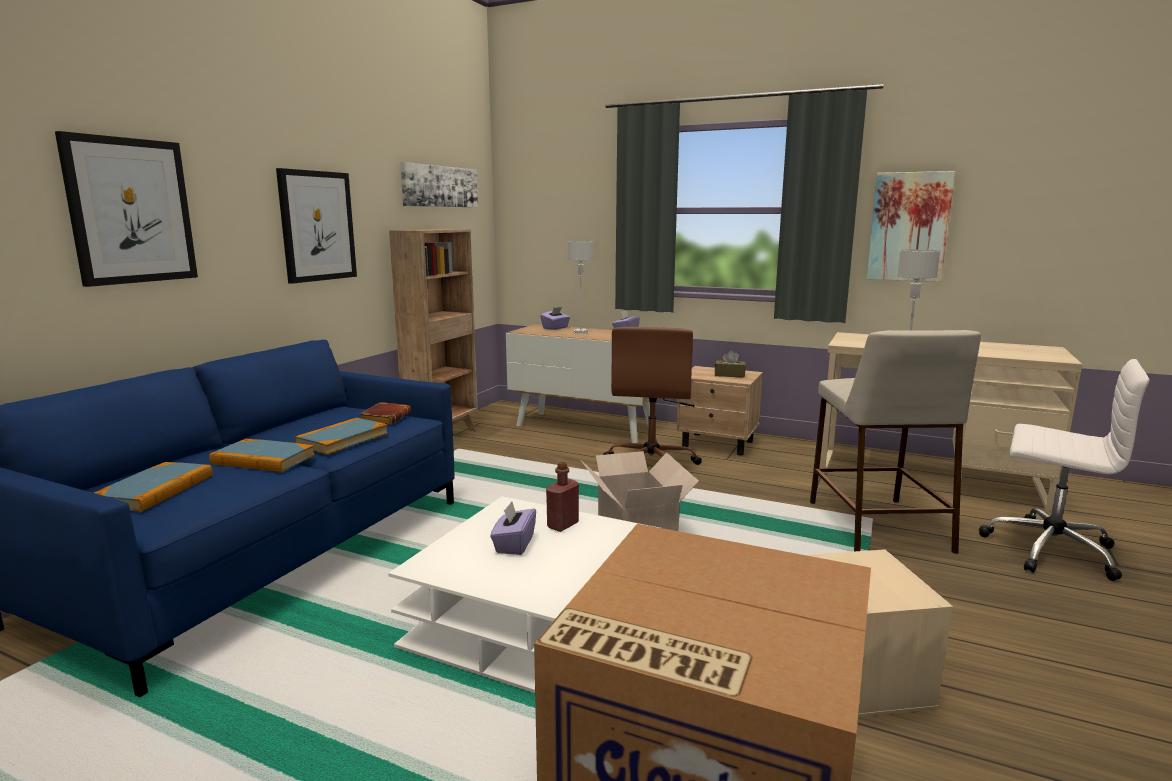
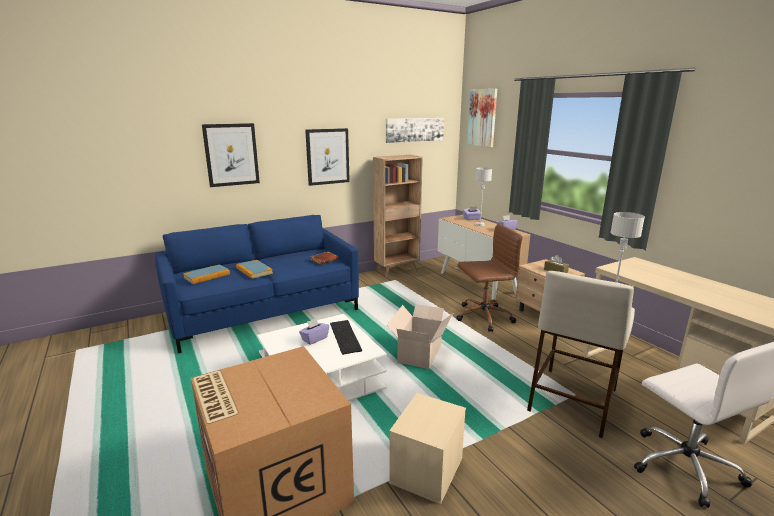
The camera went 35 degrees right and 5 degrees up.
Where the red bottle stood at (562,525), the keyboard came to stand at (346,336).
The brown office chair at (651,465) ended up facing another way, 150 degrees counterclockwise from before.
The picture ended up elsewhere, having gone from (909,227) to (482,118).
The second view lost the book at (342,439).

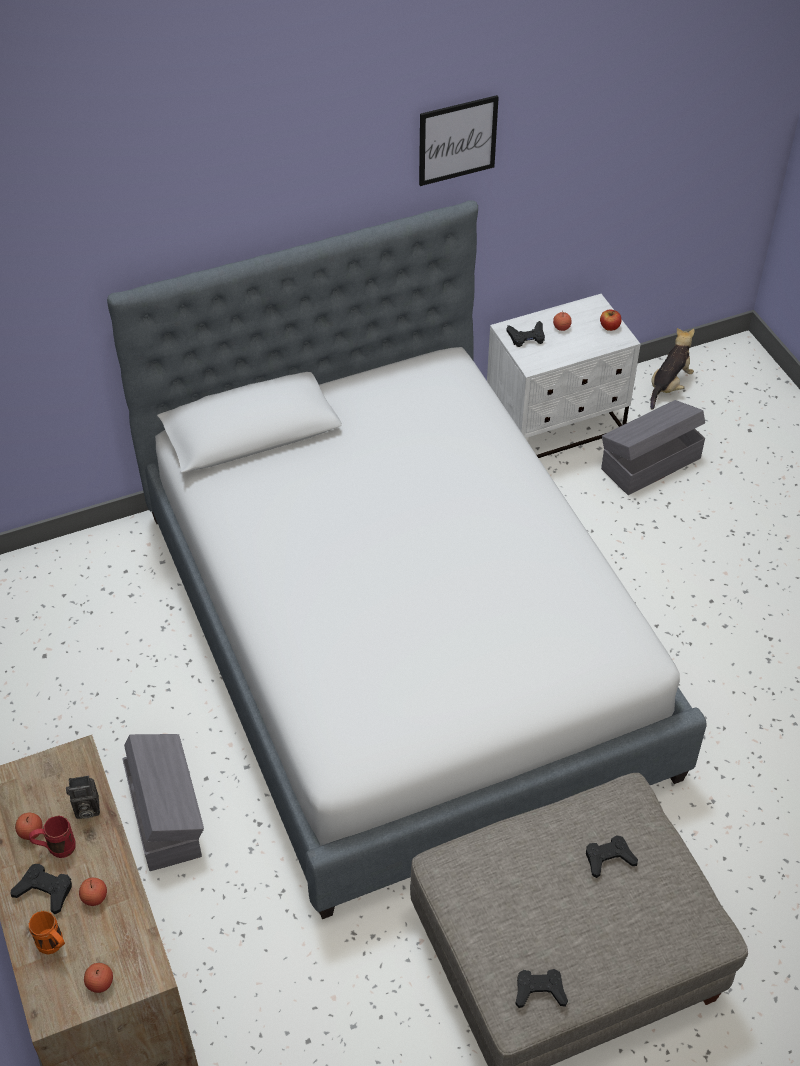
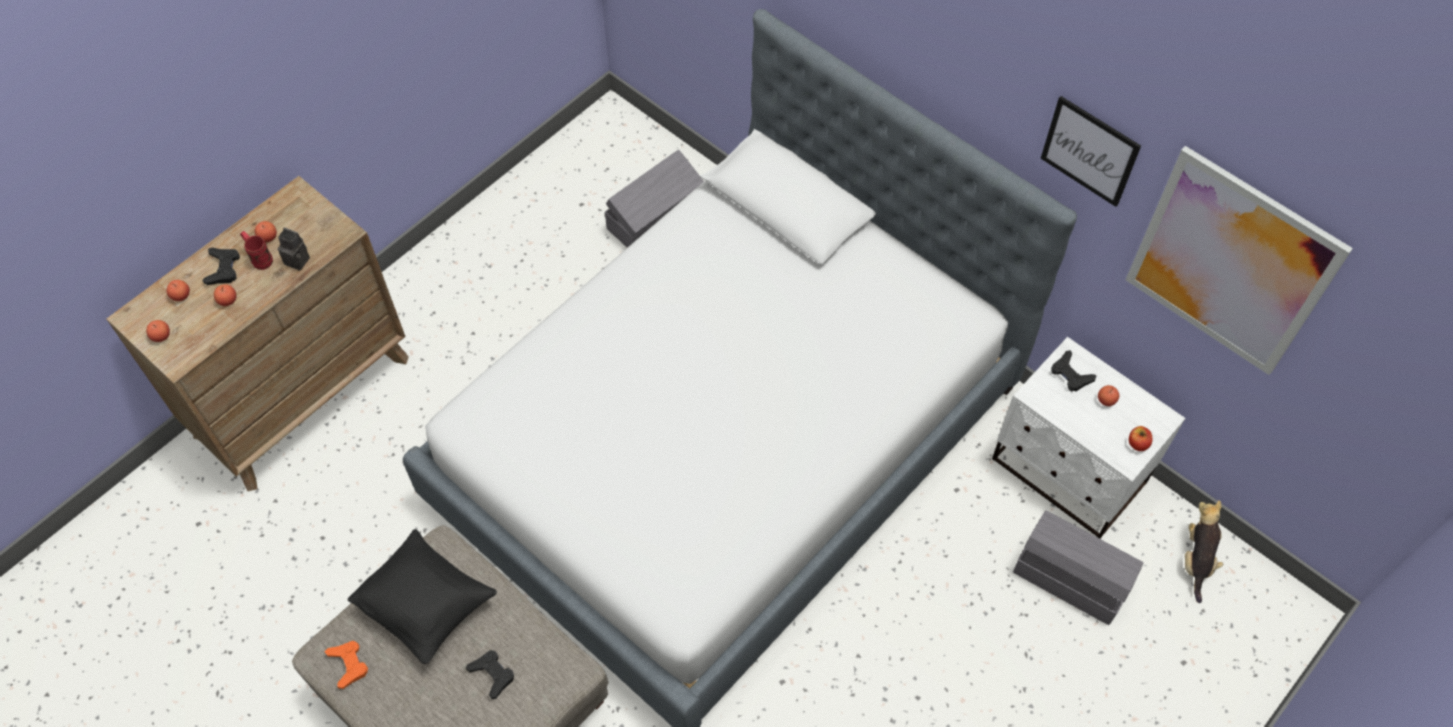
The camera went 65 degrees right and 10 degrees up.
Where the orange mug stood at (54,946), the apple came to stand at (181,295).
The photo camera at (85,809) ended up facing another way, 150 degrees clockwise from before.
What was the black game controller at (539,991) turned into the orange game controller at (348,664).
The second view gained the black pillow at (426,607).
The grey storage box ended up elsewhere, having gone from (165,814) to (656,217).
The second view gained the picture at (1230,263).
The plush toy at (669,386) ended up facing another way, 90 degrees counterclockwise from before.

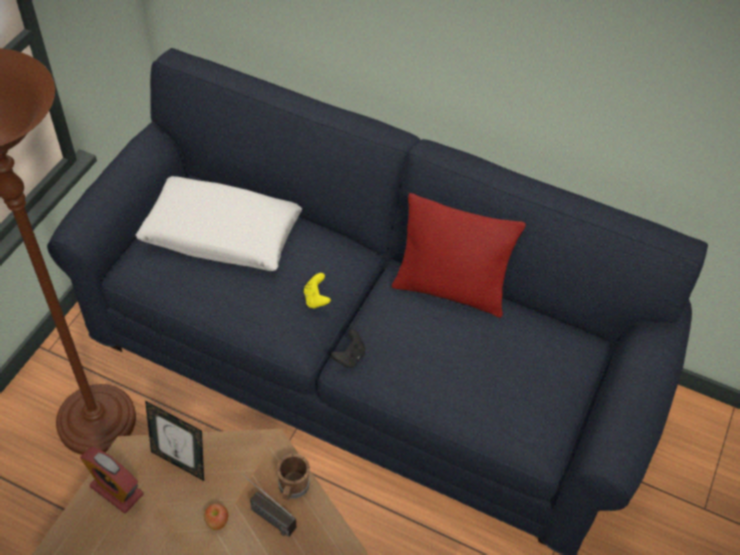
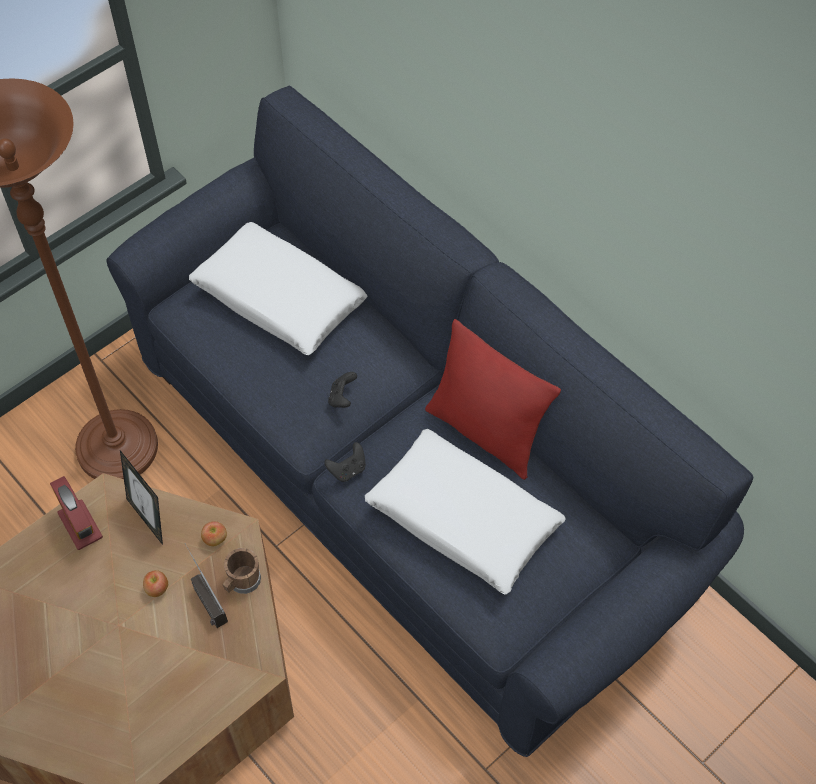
The camera went 25 degrees right and 5 degrees up.
The second view gained the apple at (215,540).
What was the yellow game controller at (316,299) turned into the black game controller at (342,398).
The second view gained the white pillow at (463,519).

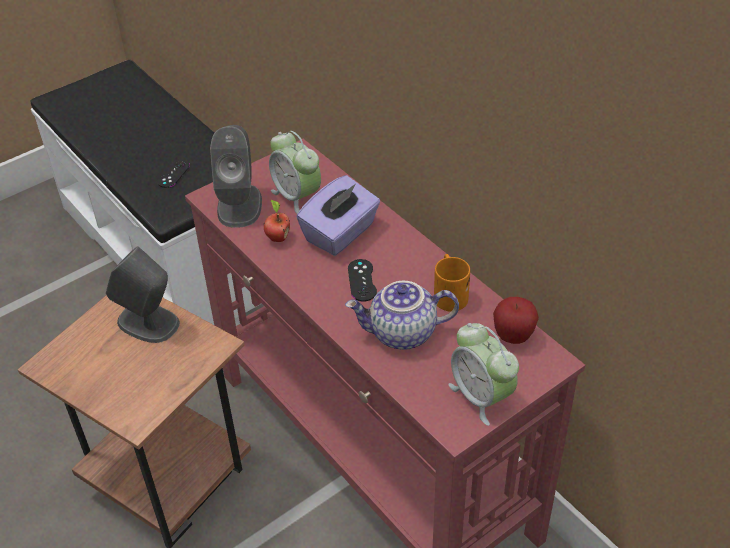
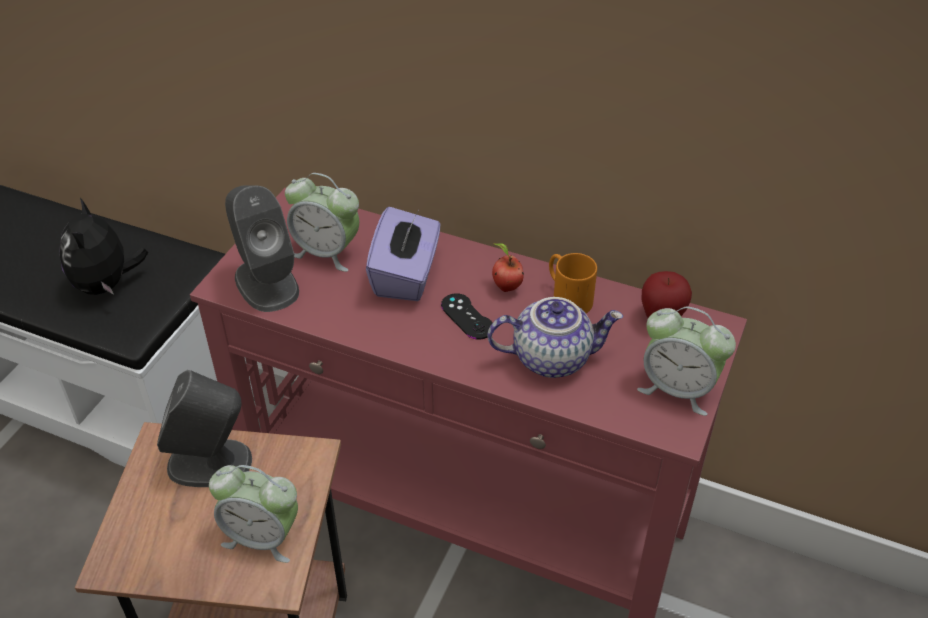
The camera went 30 degrees left and 0 degrees up.
Where the black game controller stood at (173,173), the plush toy came to stand at (107,284).
The second view gained the alarm clock at (262,537).
The teapot at (402,334) ended up facing another way, 150 degrees counterclockwise from before.
The apple ended up elsewhere, having gone from (277,238) to (506,286).

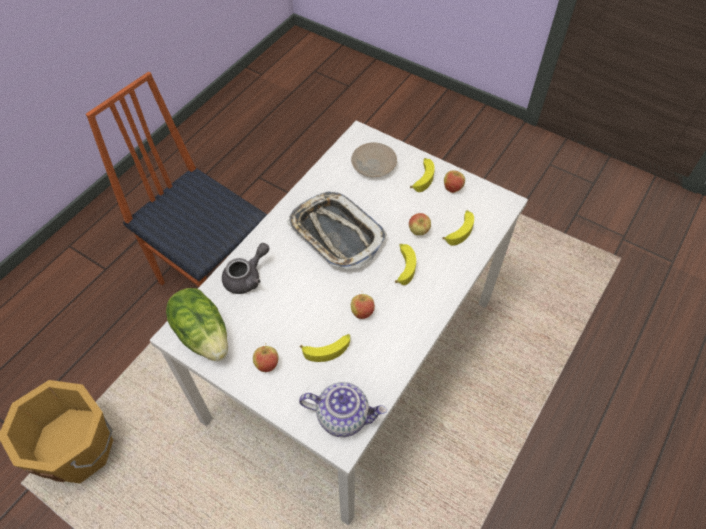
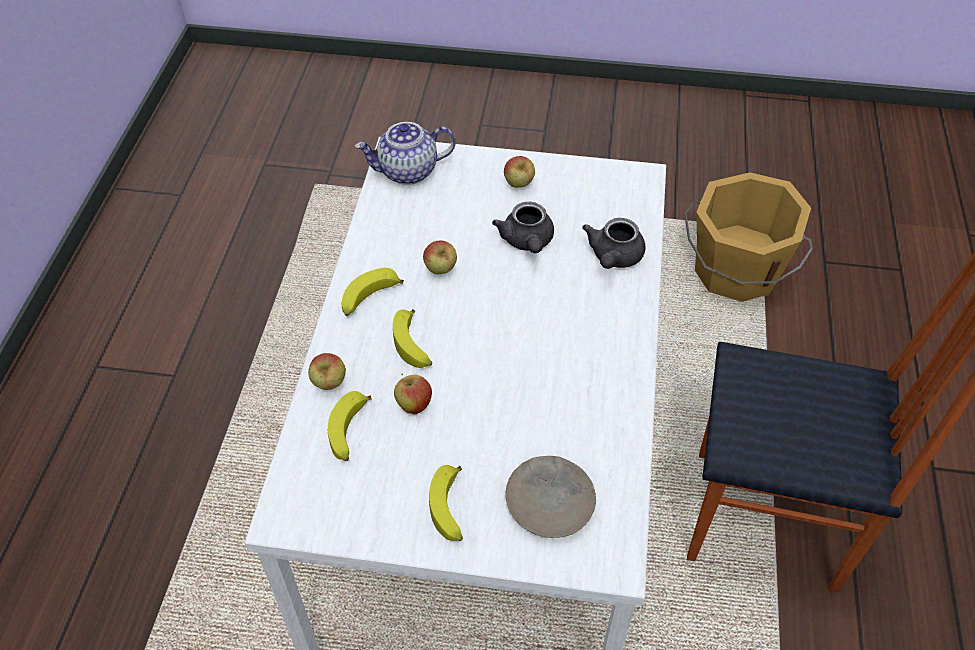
The camera went 155 degrees right and 5 degrees down.
The apple ended up elsewhere, having gone from (452,188) to (329,384).
The banana ended up elsewhere, having gone from (327,349) to (369,299).
The second view gained the grey teapot at (527,242).
The second view lost the lettuce at (204,334).
The second view lost the tray at (336,234).

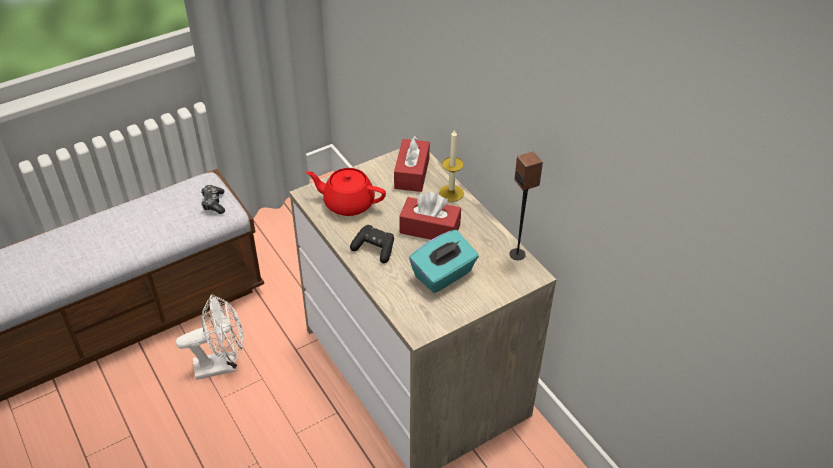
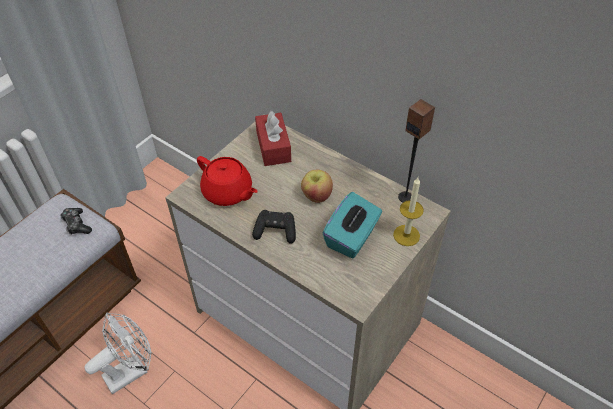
The camera went 20 degrees left and 5 degrees up.
The red teapot at (348,203) ended up facing another way, 135 degrees counterclockwise from before.
Where the red tissue box stood at (430,229), the apple came to stand at (316,196).
The candle ended up elsewhere, having gone from (451,193) to (406,235).

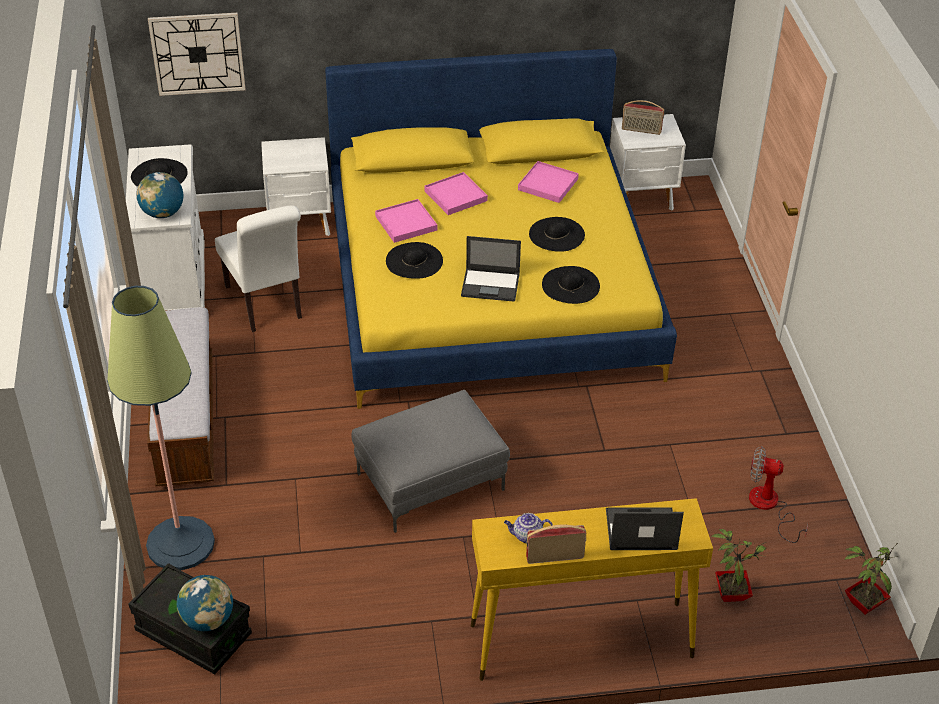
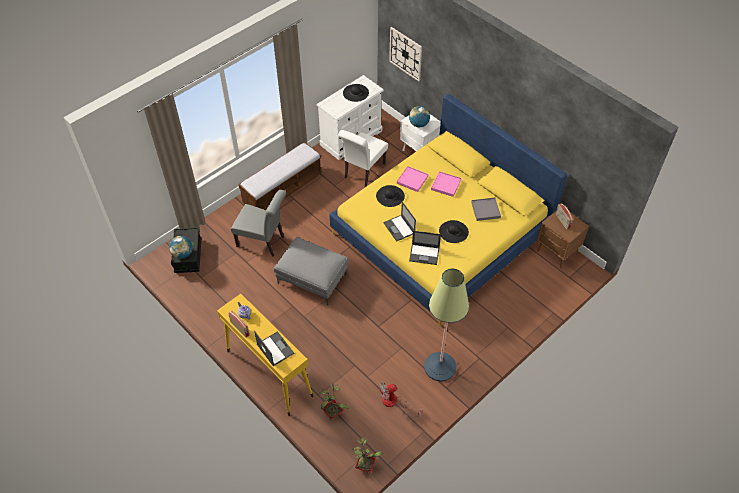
The camera went 55 degrees right and 10 degrees up.
The second view gained the grey chair at (263,242).
The fan at (769,506) ended up facing another way, 90 degrees counterclockwise from before.
The globe ended up elsewhere, having gone from (163,213) to (418,124).
Where the black hat stood at (570,285), the laptop came to stand at (424,254).
The floor lamp ended up elsewhere, having gone from (180,544) to (440,367).
What was the pink tray at (548,184) turned into the grey tray at (485,210).
What was the white nightstand at (642,198) turned into the brown nightstand at (557,253).

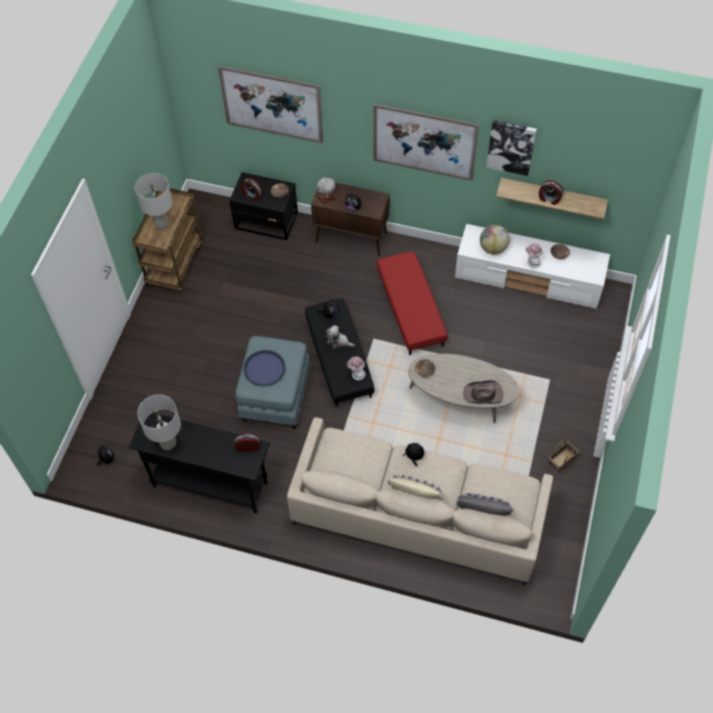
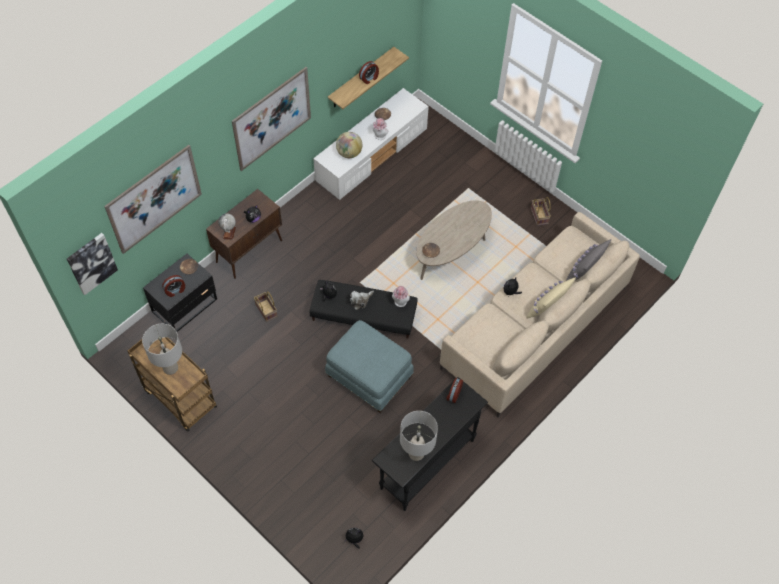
The camera went 65 degrees left and 0 degrees up.
The picture ended up elsewhere, having gone from (511,147) to (91,263).
The second view gained the basket at (265,310).
The second view lost the blue tray at (264,368).
The second view lost the red ottoman at (411,309).
The second view lost the brown hat at (483,394).

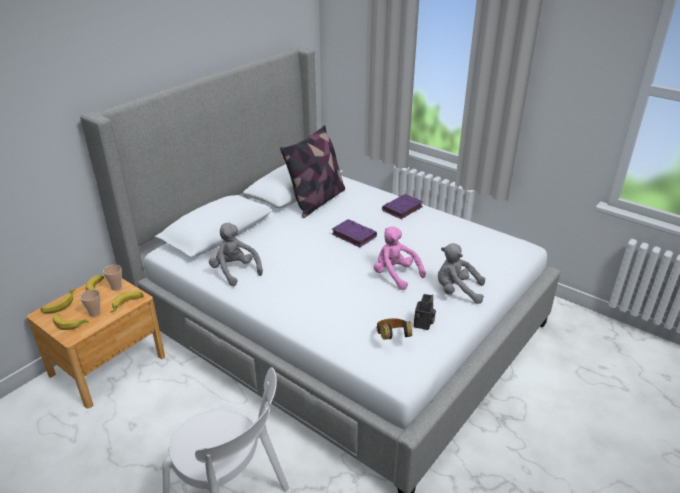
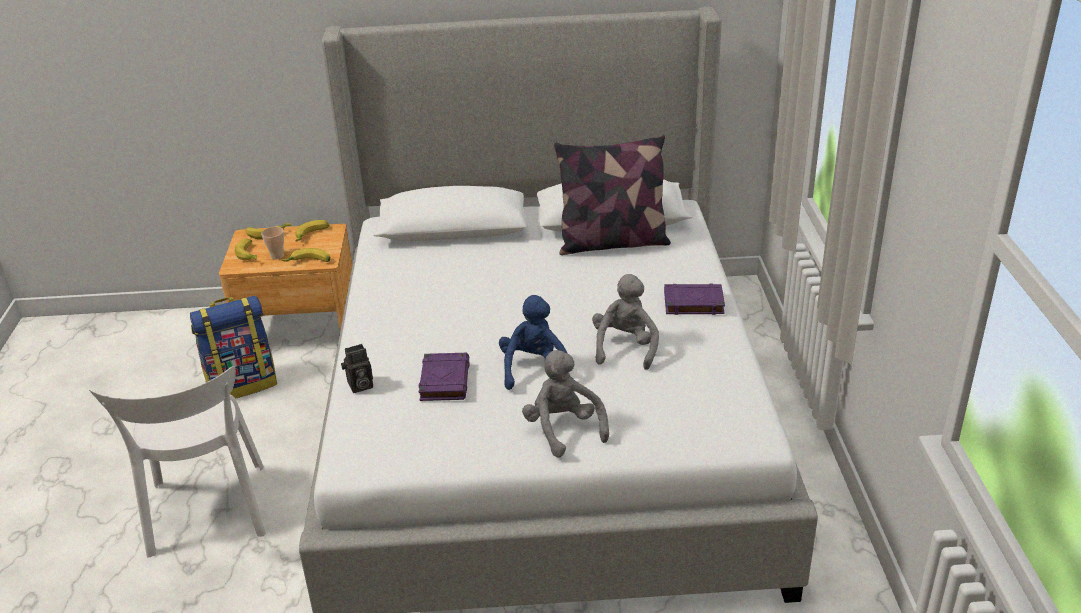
The camera went 50 degrees right and 0 degrees up.
The second view gained the backpack at (243,384).
The photo camera ended up elsewhere, having gone from (423,324) to (359,386).
The purple book ended up elsewhere, having gone from (353,235) to (444,380).
What was the pink plush toy at (395,275) turned into the blue plush toy at (534,370).
The grey plush toy ended up elsewhere, having gone from (235,271) to (625,347).
The second view lost the cup at (116,287).
The second view lost the headphones at (392,338).

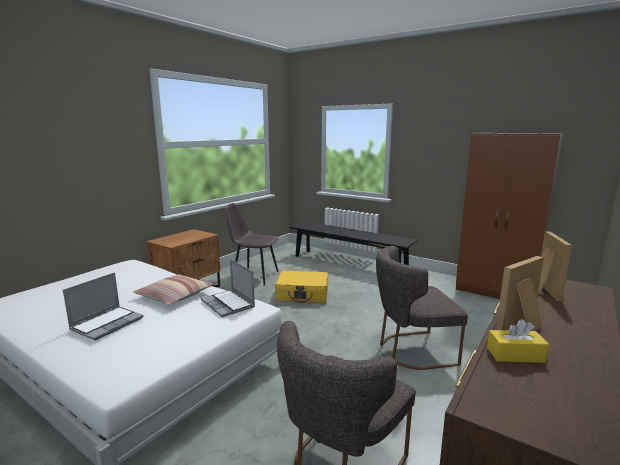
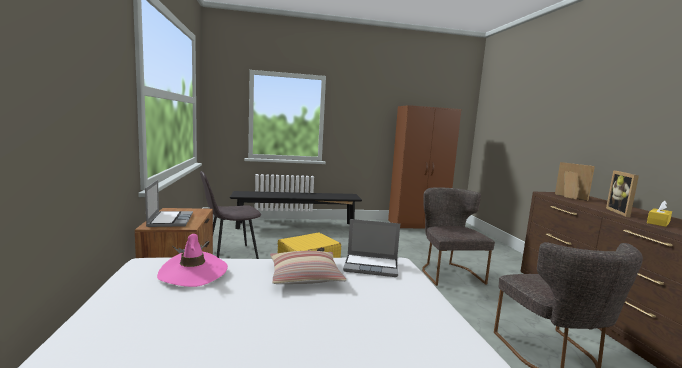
The camera went 45 degrees left and 5 degrees down.
The laptop ended up elsewhere, having gone from (107,323) to (170,220).
The second view gained the pink hat at (193,272).
The grey chair at (411,351) ended up facing another way, 135 degrees clockwise from before.

